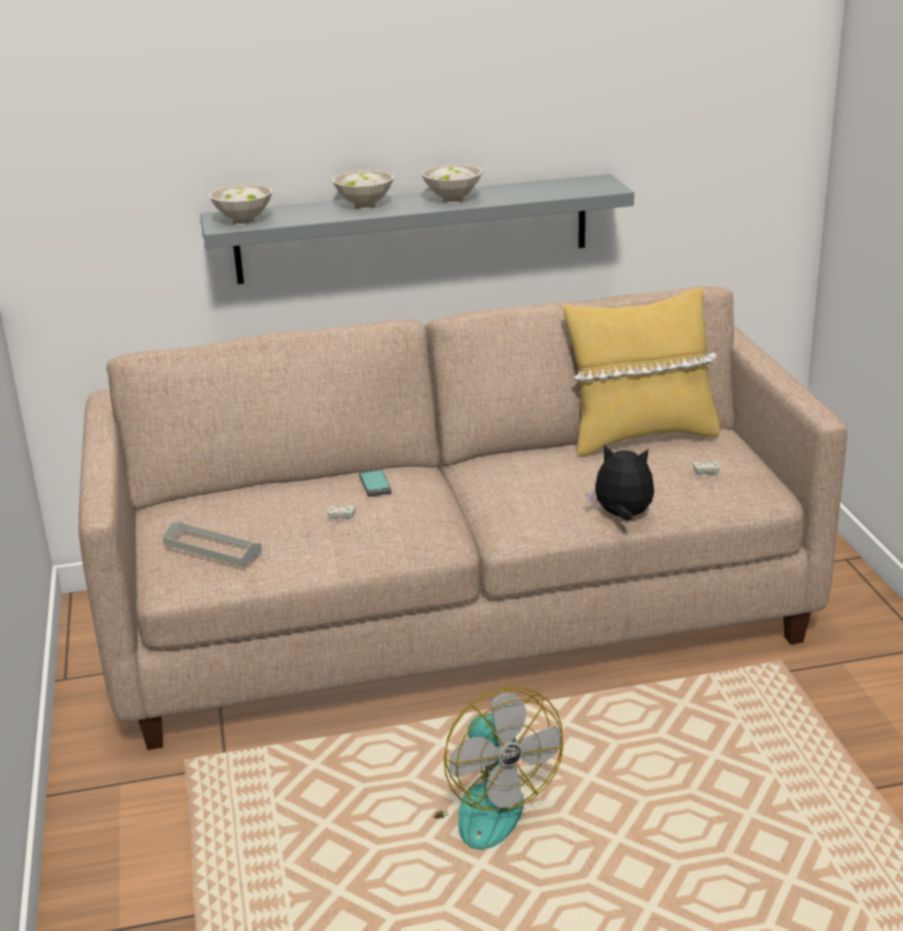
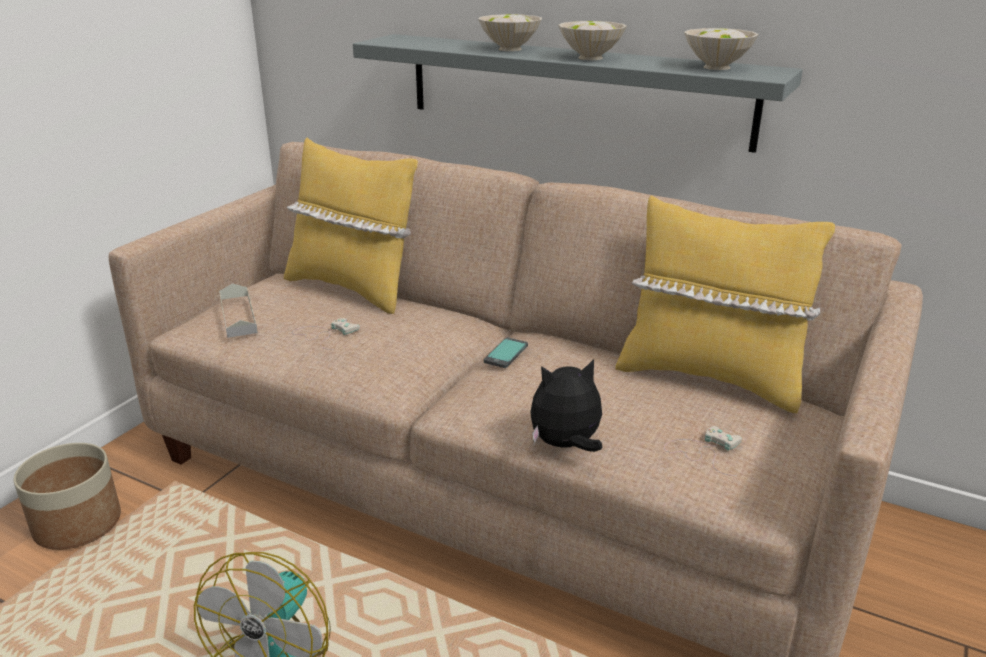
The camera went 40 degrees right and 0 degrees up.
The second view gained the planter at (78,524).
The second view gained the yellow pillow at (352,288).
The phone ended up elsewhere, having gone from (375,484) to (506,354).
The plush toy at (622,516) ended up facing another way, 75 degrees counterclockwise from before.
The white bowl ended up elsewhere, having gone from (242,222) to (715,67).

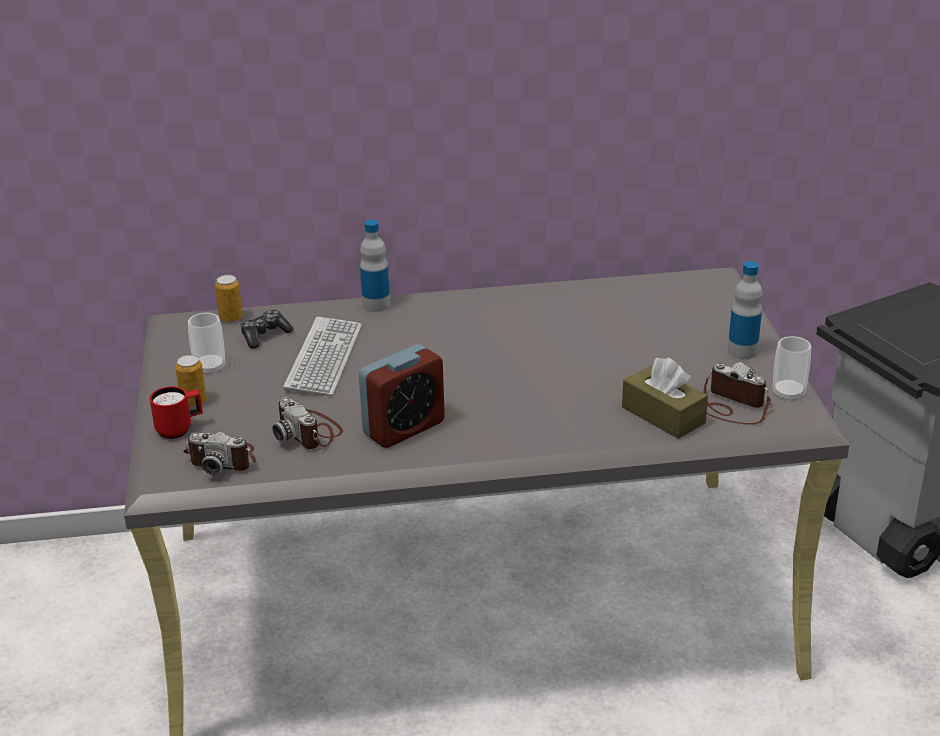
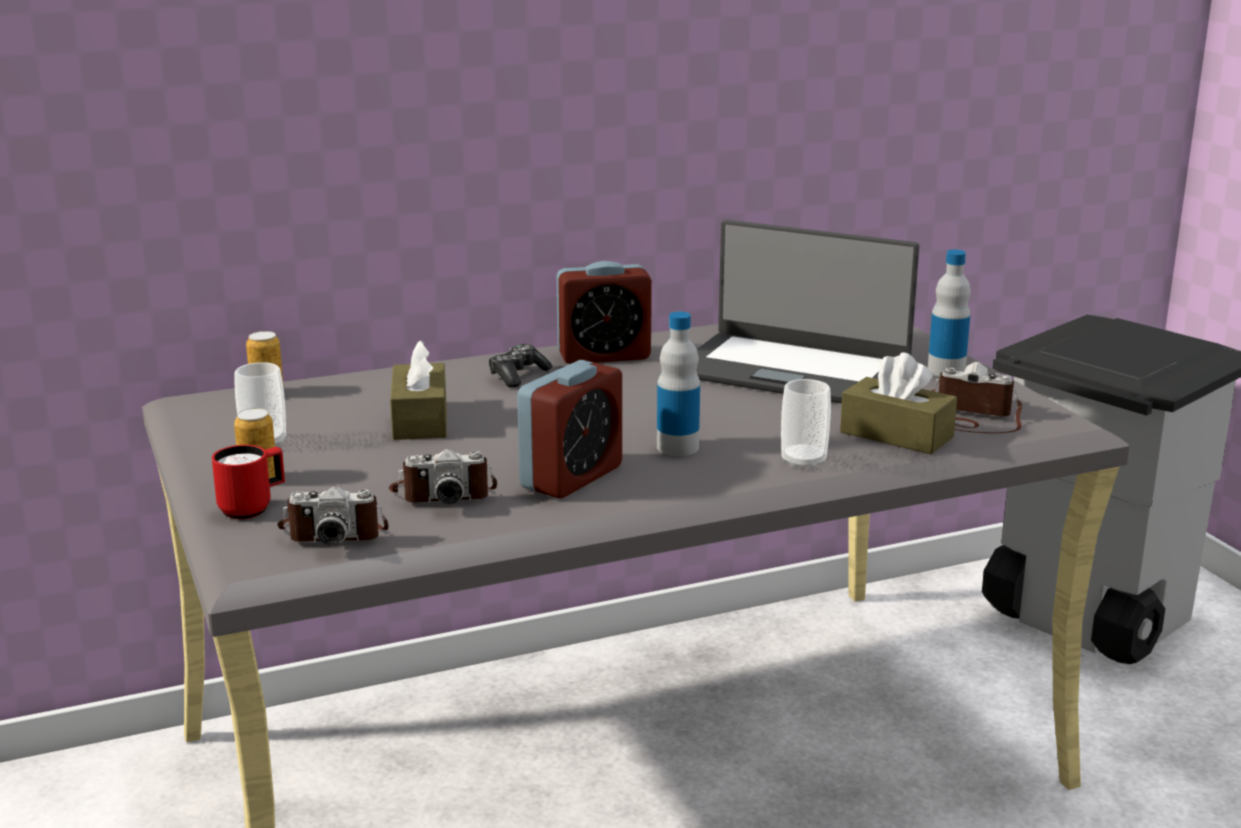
The camera went 15 degrees left and 10 degrees down.
The photo camera at (309,432) ended up facing another way, 45 degrees counterclockwise from before.
Where the keyboard stood at (324,358), the brown tissue box came to stand at (420,420).
The game controller ended up elsewhere, having gone from (265,335) to (518,375).
The second view gained the alarm clock at (604,356).
The bottle ended up elsewhere, having gone from (376,305) to (677,447).
The second view gained the laptop at (793,370).
The cup ended up elsewhere, having gone from (788,394) to (803,462).

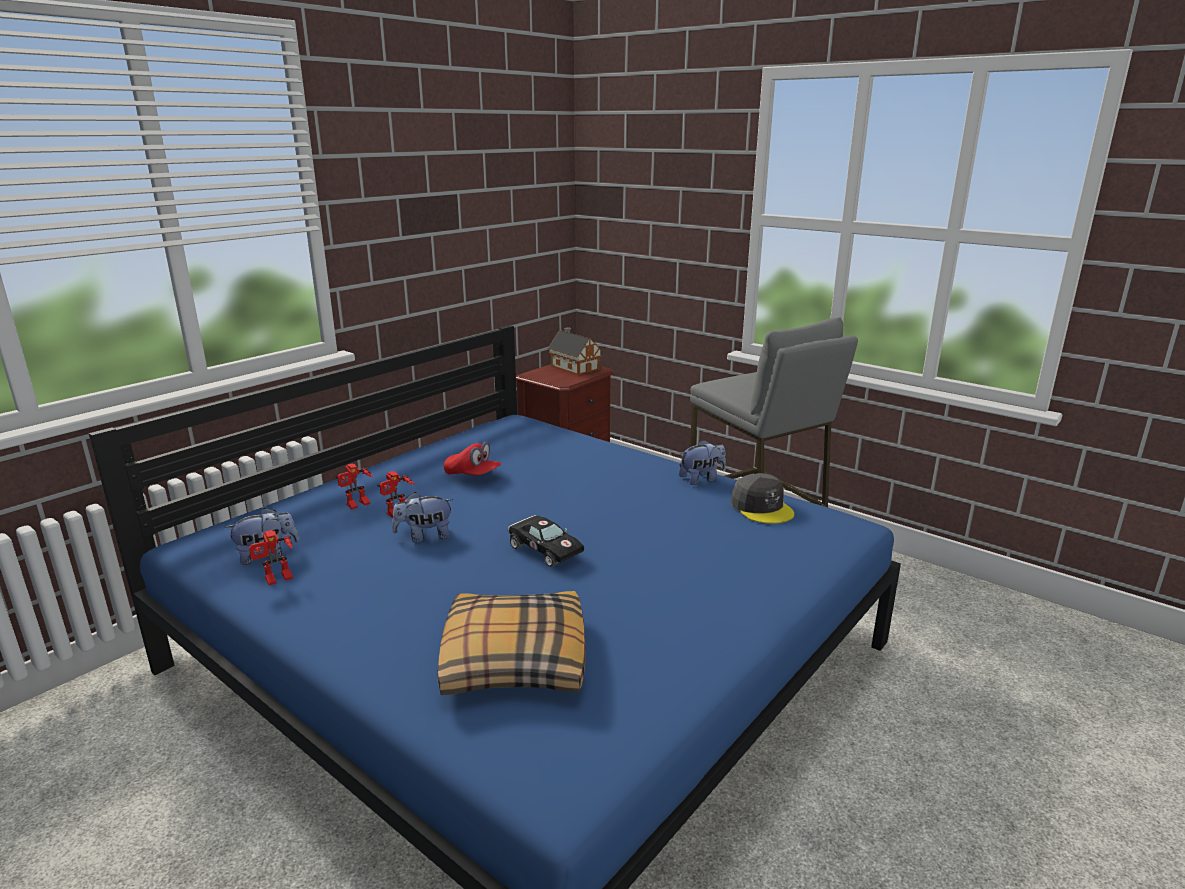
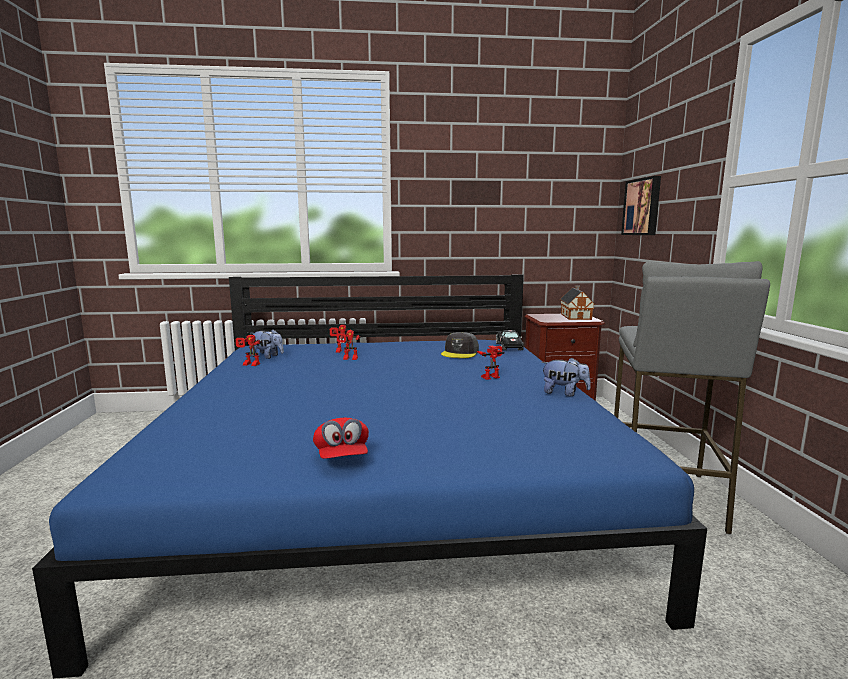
The camera went 45 degrees right and 10 degrees down.
The red cap ended up elsewhere, having gone from (473,475) to (342,458).
The grey cap ended up elsewhere, having gone from (761,507) to (460,353).
The second view gained the toy robot at (490,376).
The black toy car ended up elsewhere, having gone from (544,549) to (509,346).
The second view gained the picture at (643,207).
The second view lost the plush toy at (424,536).
The second view lost the pillow at (513,658).

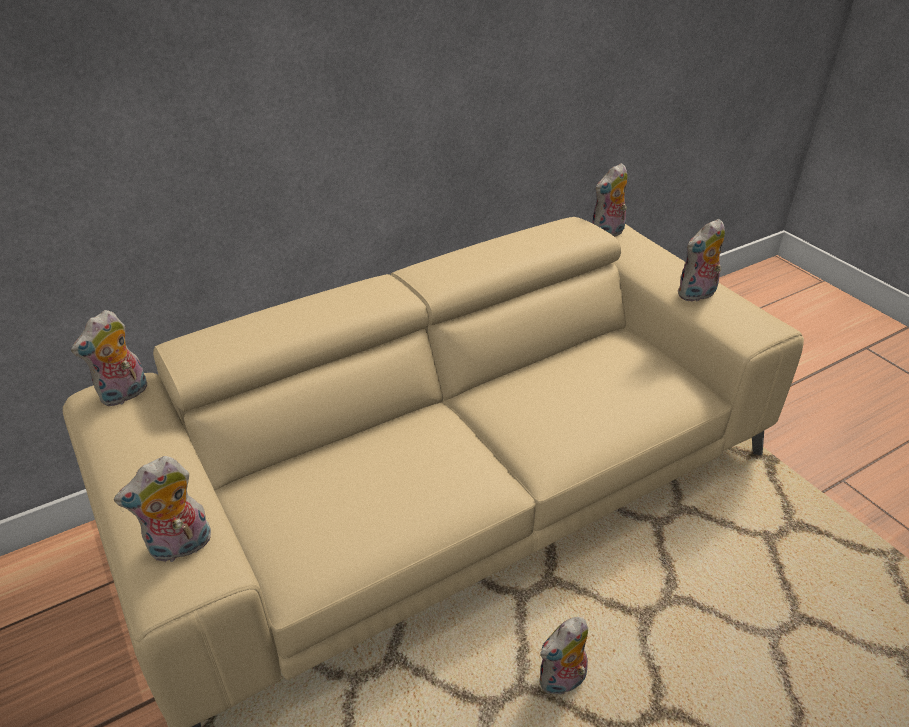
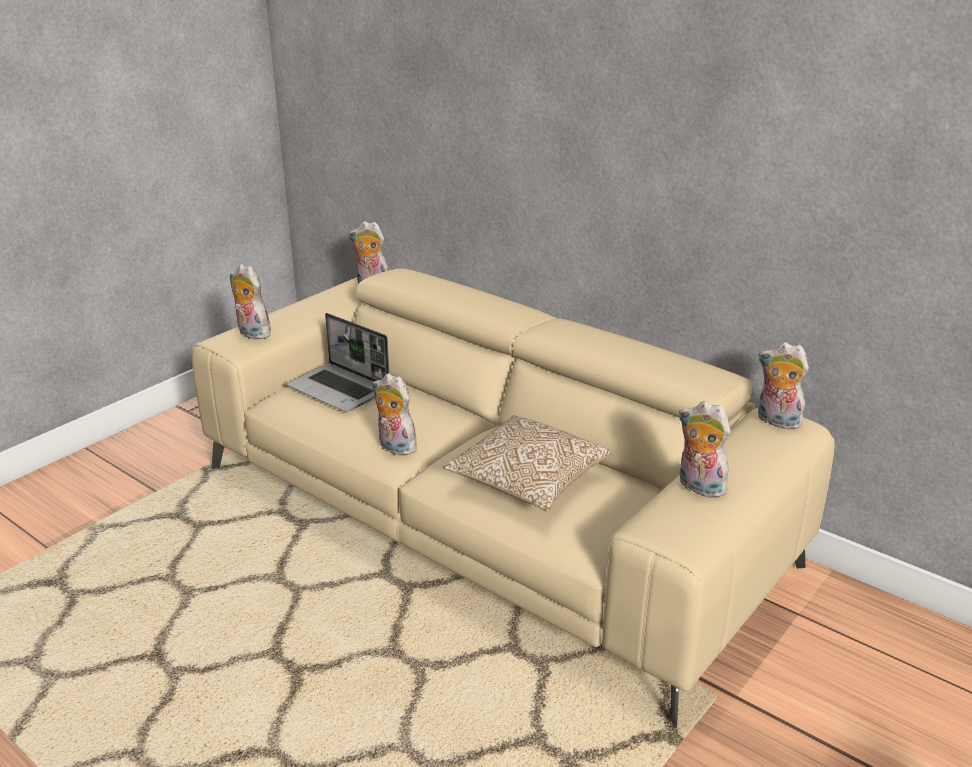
The camera went 70 degrees right and 10 degrees down.
The second view gained the laptop at (340,389).
The plush toy ended up elsewhere, having gone from (562,682) to (394,447).
The second view gained the pillow at (527,481).

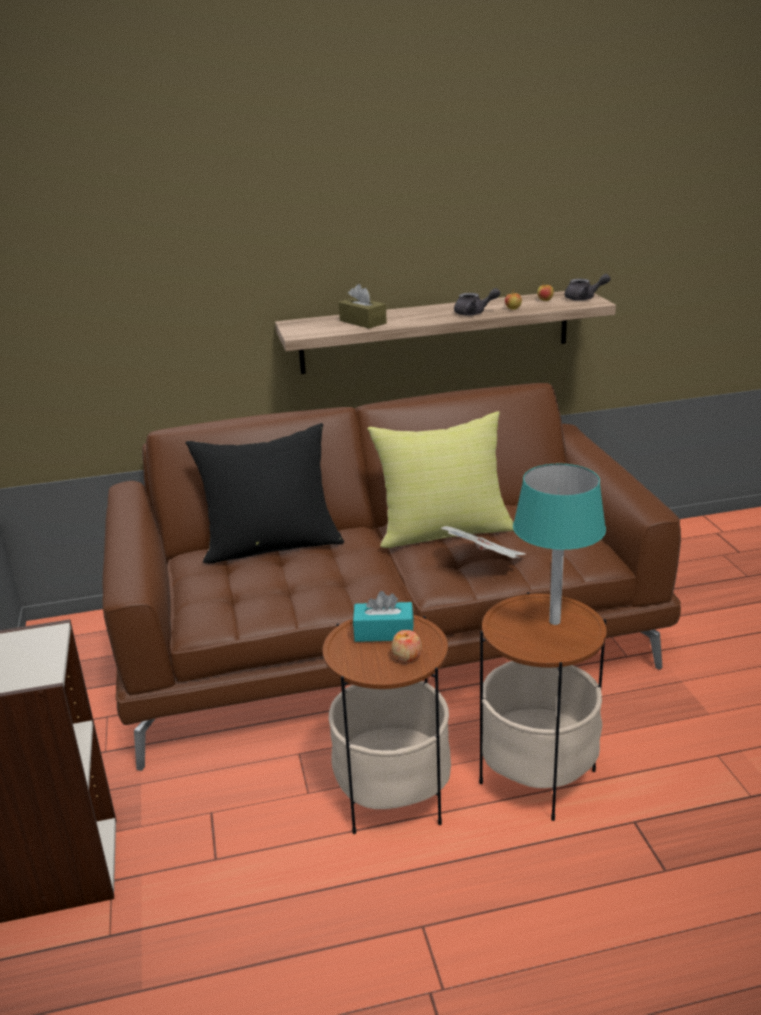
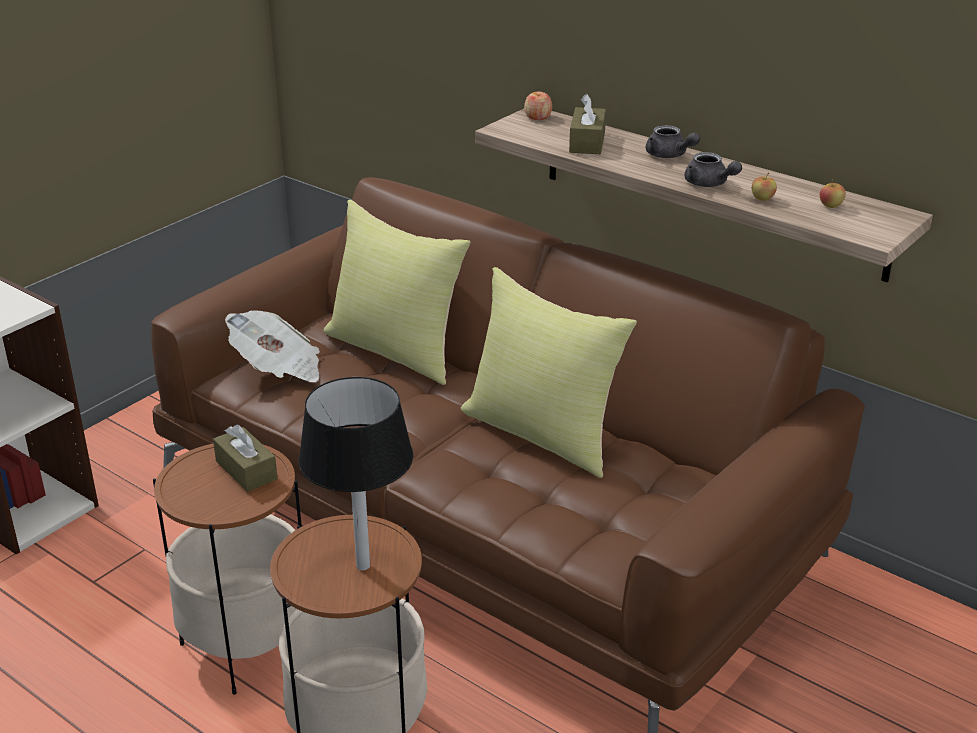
The camera went 50 degrees right and 5 degrees up.
What was the turquoise tissue box at (384,632) turned into the brown tissue box at (246,470).
The newspaper ended up elsewhere, having gone from (485,562) to (278,368).
What was the turquoise table lamp at (555,621) turned into the black table lamp at (363,566).
What was the black pillow at (272,545) turned into the yellow pillow at (397,349).
The apple ended up elsewhere, having gone from (407,656) to (538,117).
The grey teapot ended up elsewhere, having gone from (584,298) to (669,155).

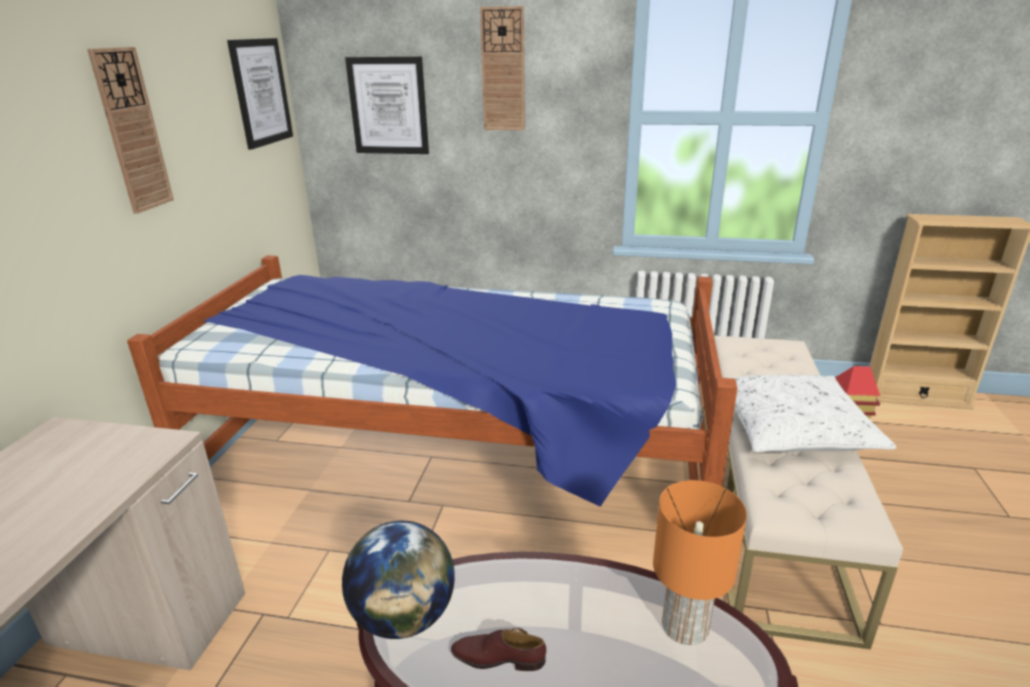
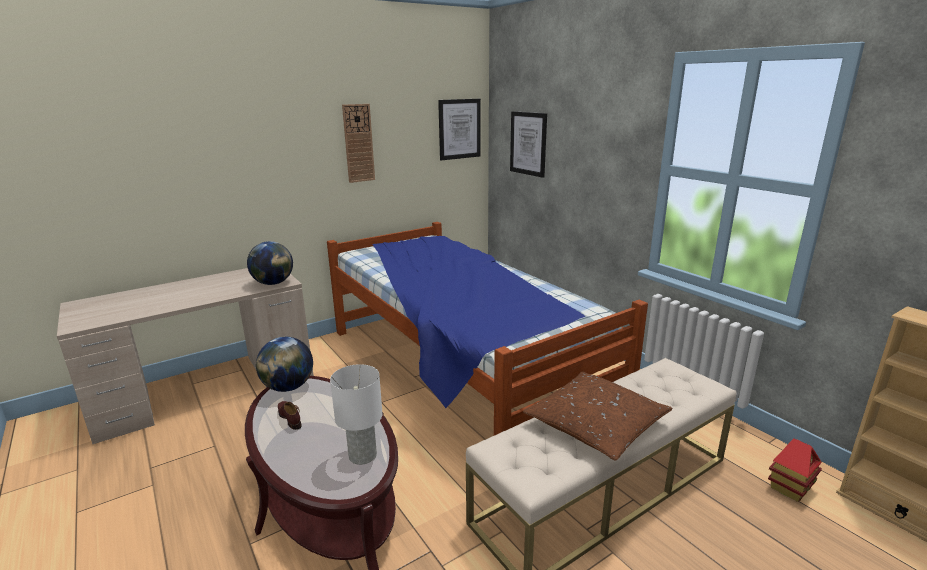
The camera went 45 degrees right and 5 degrees down.
The second view gained the globe at (273,283).
What was the orange table lamp at (685,627) turned into the white table lamp at (362,456).
What was the white pillow at (793,428) turned into the brown pillow at (595,424).
The second view lost the wall clock at (503,70).

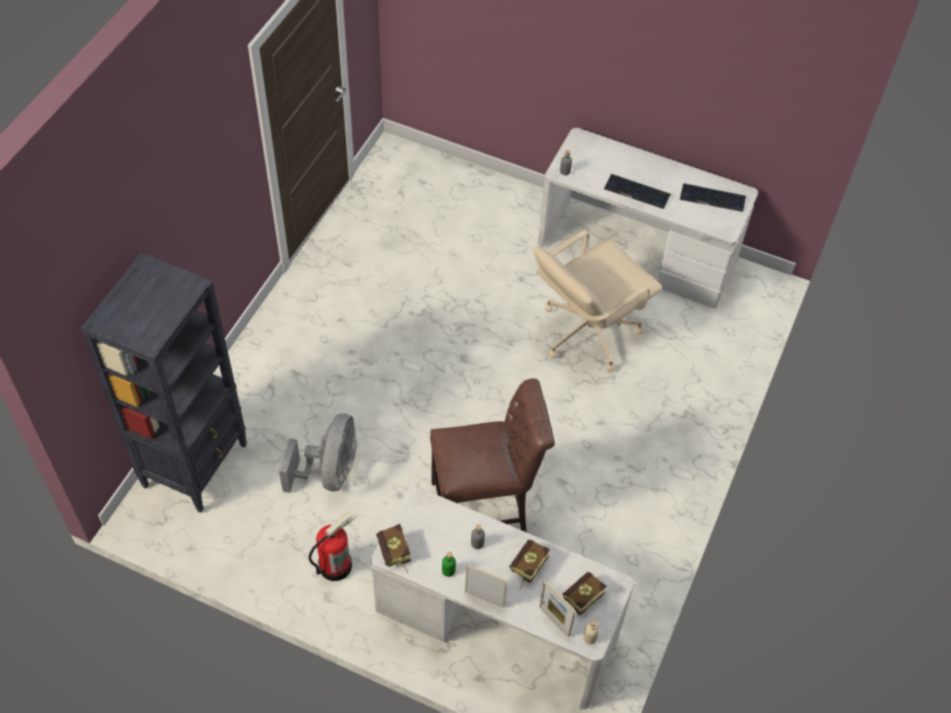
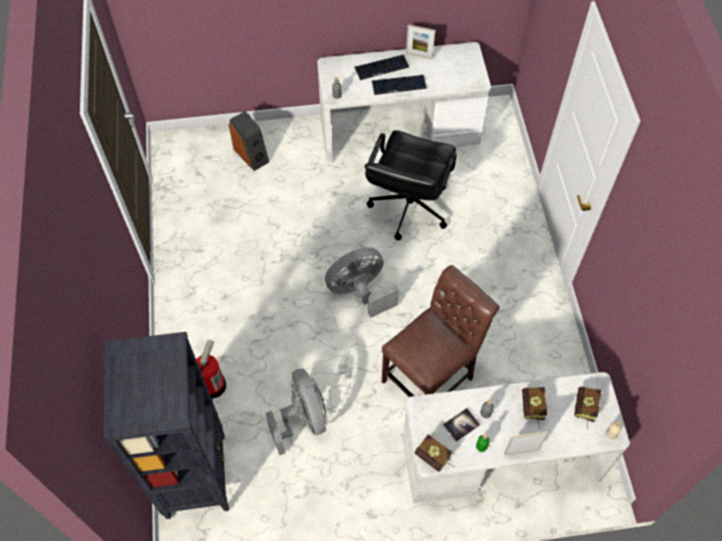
The camera went 30 degrees left and 5 degrees up.
The fire extinguisher ended up elsewhere, having gone from (335,565) to (212,385).
The second view gained the speaker at (252,155).
The second view gained the grey fan at (360,291).
The keyboard ended up elsewhere, having gone from (712,198) to (381,68).
What was the beige office chair at (587,332) turned into the black office chair at (408,207).
The picture frame ended up elsewhere, having gone from (554,621) to (419,55).
The second view gained the book at (461,425).

